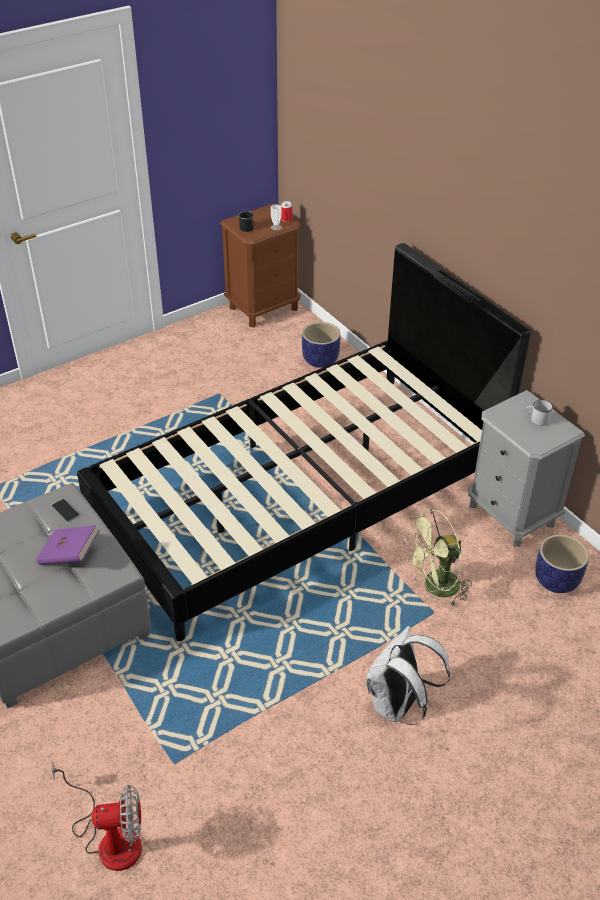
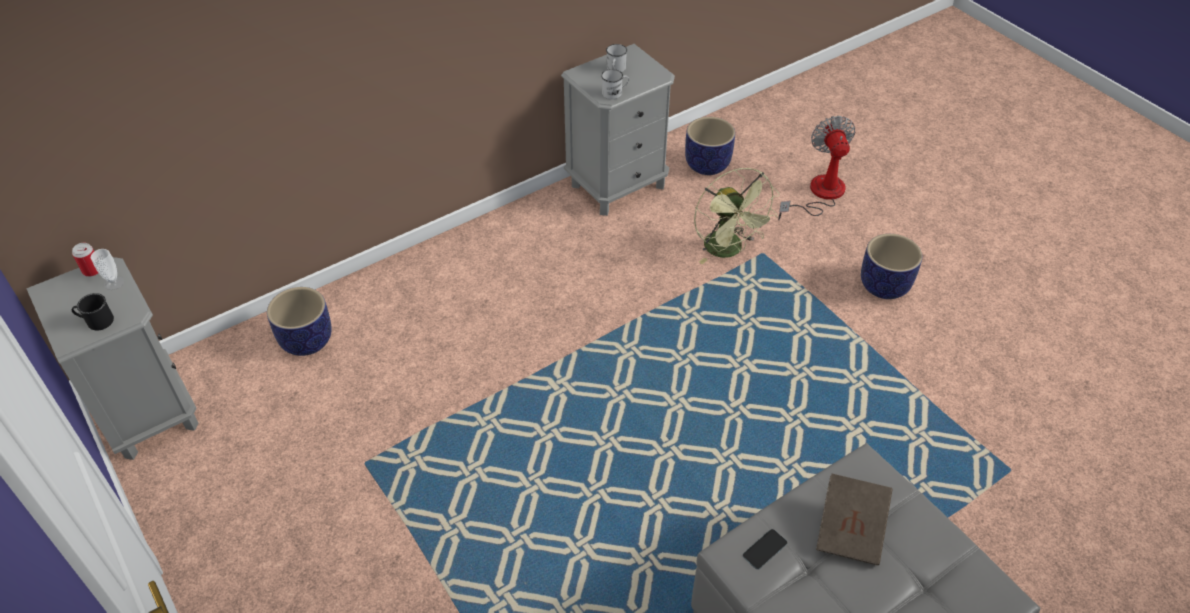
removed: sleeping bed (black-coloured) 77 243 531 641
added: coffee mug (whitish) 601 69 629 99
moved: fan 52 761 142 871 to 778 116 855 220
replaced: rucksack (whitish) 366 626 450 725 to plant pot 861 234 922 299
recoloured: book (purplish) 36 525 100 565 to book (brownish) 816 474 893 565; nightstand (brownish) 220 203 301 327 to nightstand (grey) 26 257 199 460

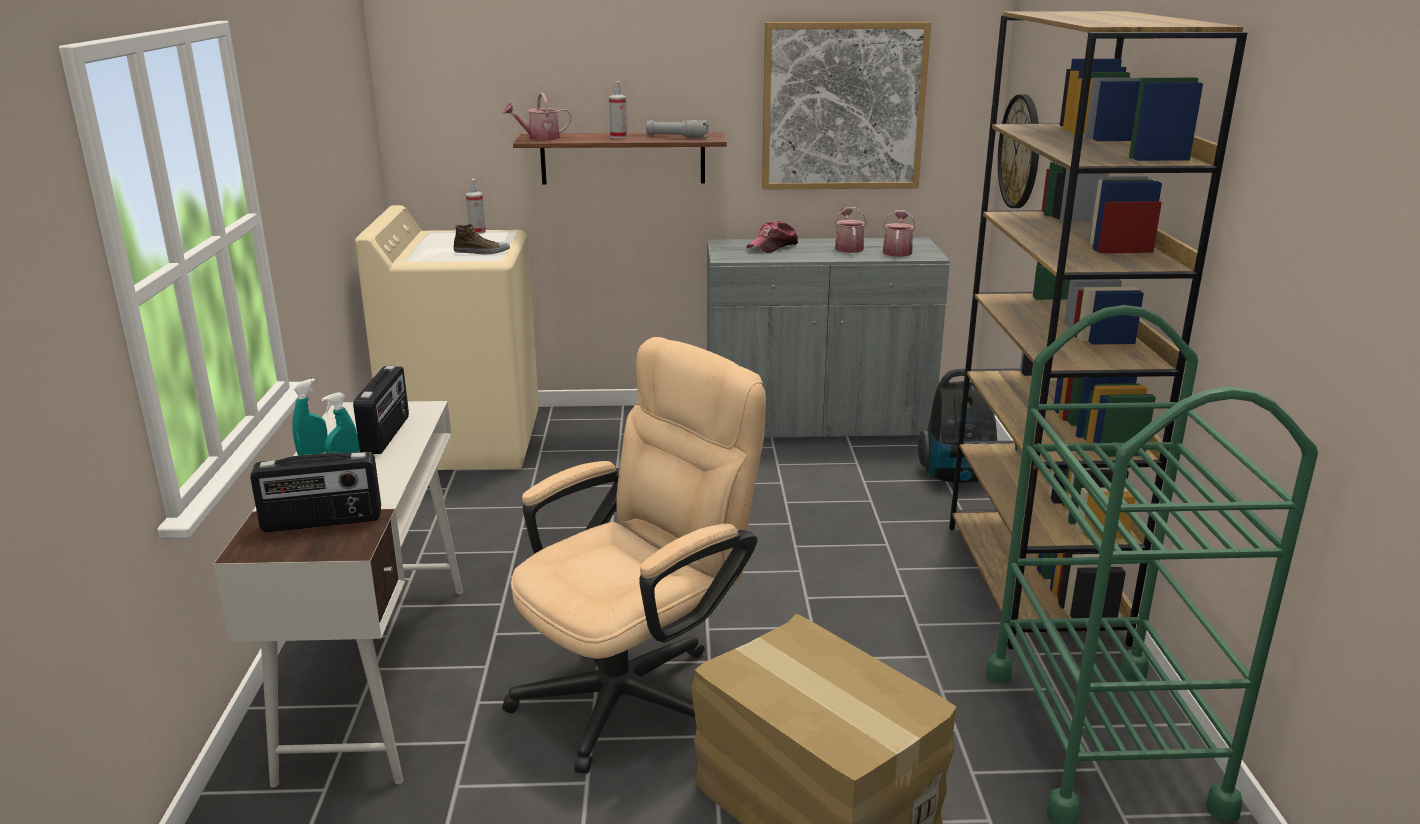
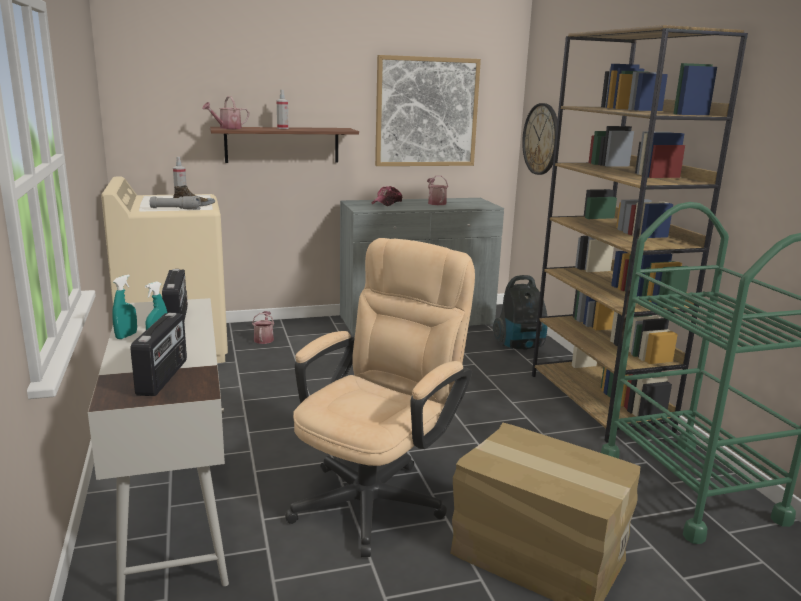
moved: torch (grey) 646 120 709 138 to 150 196 201 210; watering can 883 210 916 257 to 252 311 274 344
turned: radio receiver 250 452 381 532 = 131 313 187 396 60 degrees counterclockwise

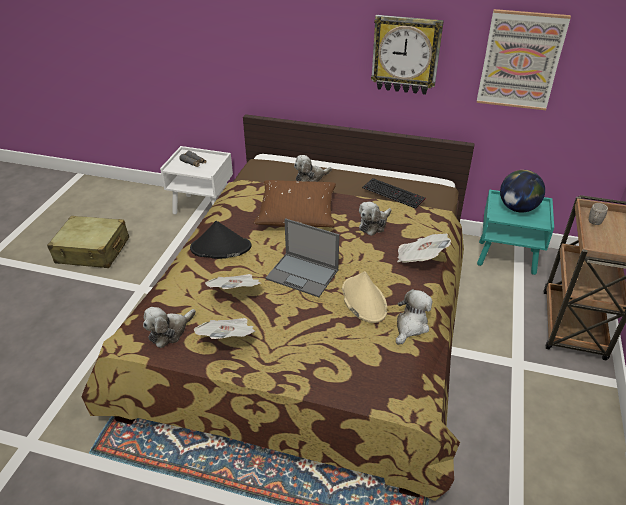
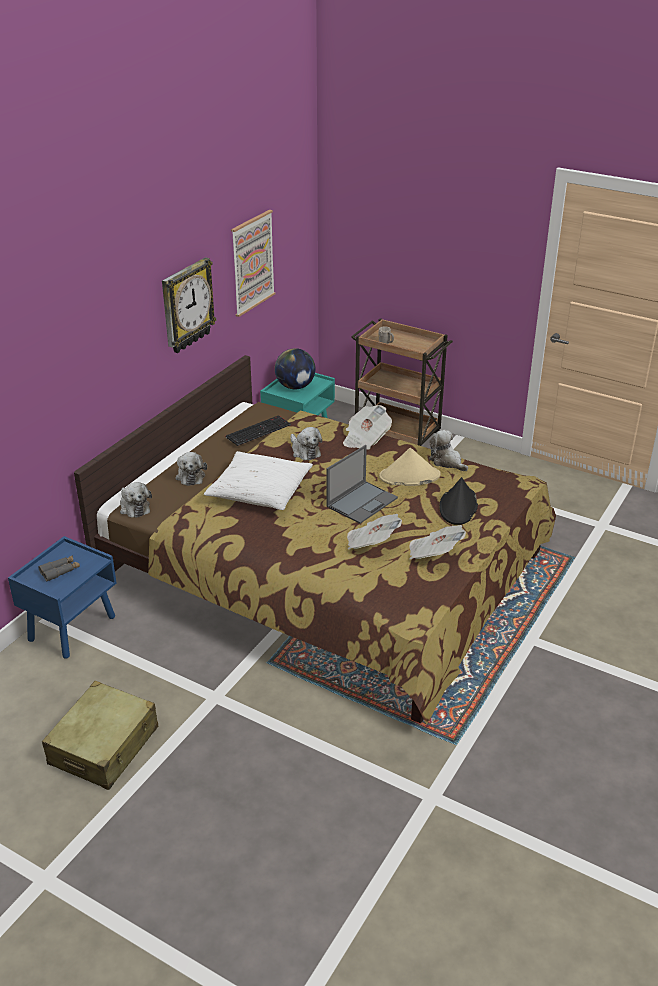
moved: plush toy 143 307 196 348 to 120 482 152 518; wearable hat (black-coloured) 190 221 251 259 to 440 477 478 525
recoloured: nightstand (whitish) 160 146 233 214 to nightstand (bluish) 8 536 117 659; cushion (brownish) 254 180 336 227 to cushion (whitish) 204 451 313 510

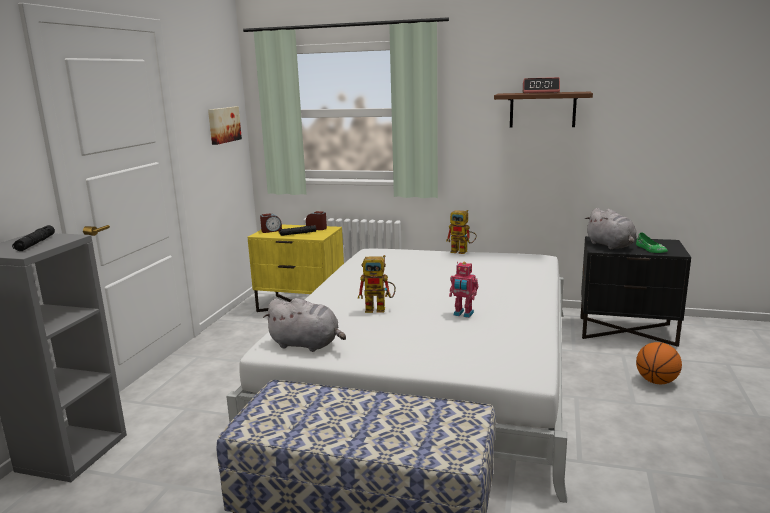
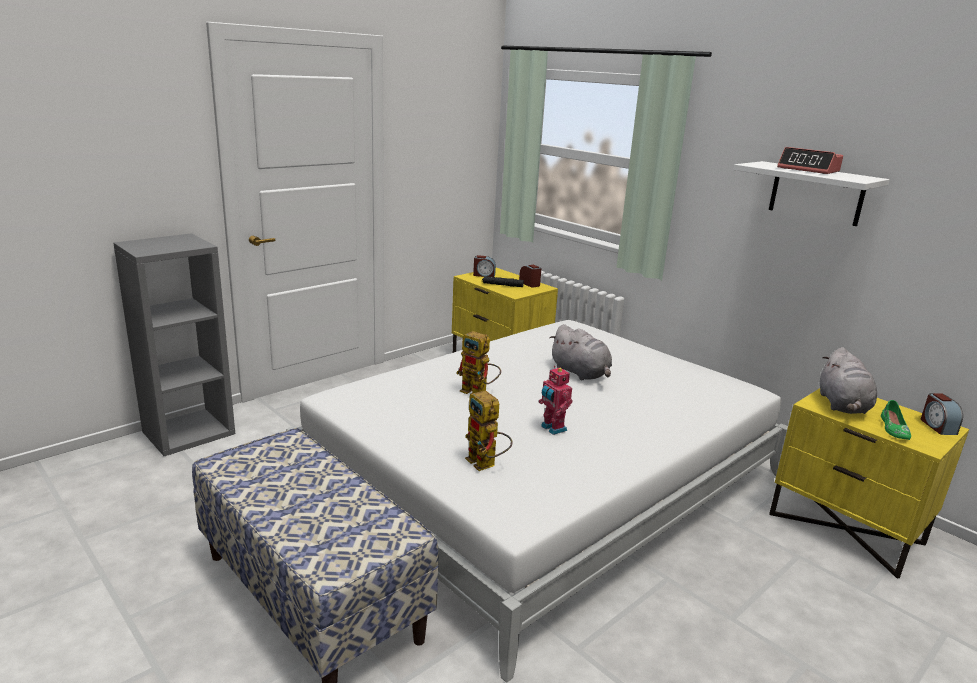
removed: torch (black-coloured) 12 225 55 251; picture 208 107 242 145; ball for basketball 636 342 682 384
added: bedside clock 921 393 963 435
moved: plush toy (grey) 263 298 346 352 to 549 324 612 380; robot figure 446 210 477 254 to 465 390 513 471
recoloured: bracket shelf (brownish) 494 92 593 128 to bracket shelf (whitish) 734 161 890 226; nightstand (black-coloured) 580 236 691 347 to nightstand (yellowish) 769 388 969 579

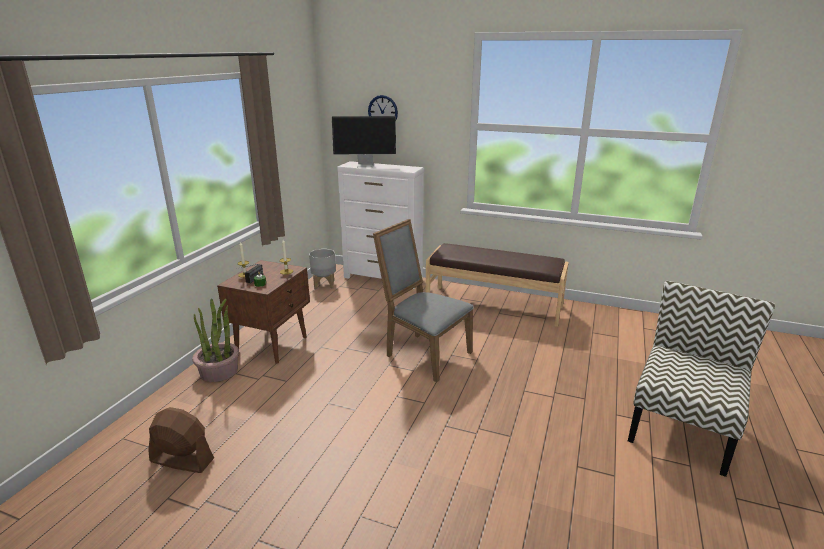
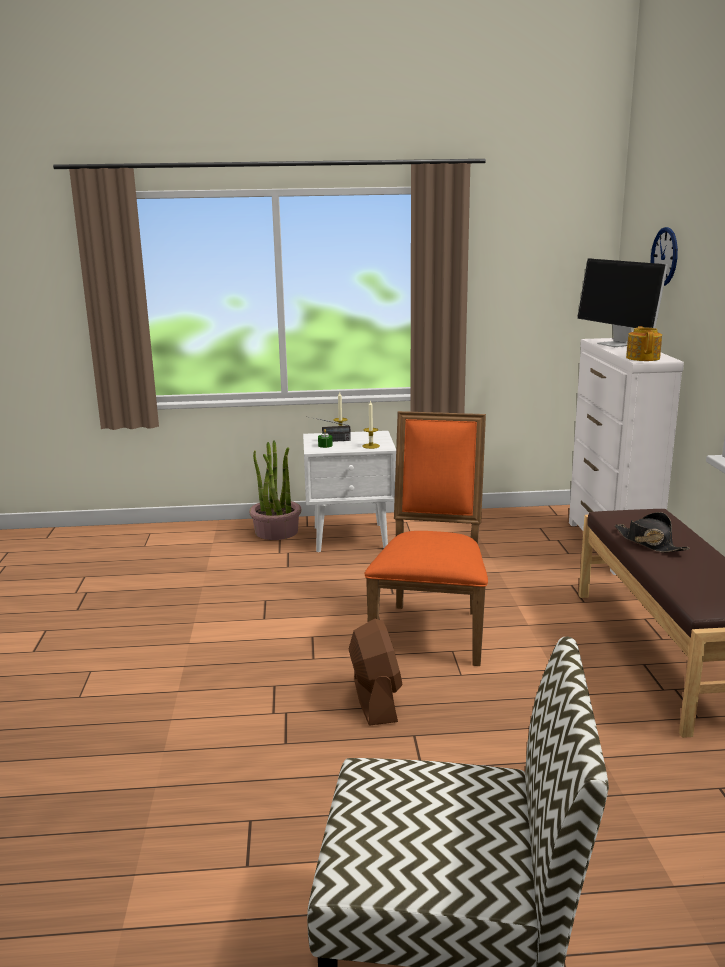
removed: plant pot (grey) 309 249 336 289
added: wearable hat (black-coloured) 615 512 690 552; pot for tea 626 326 662 361
moved: fan (brownish) 148 407 214 473 to 349 619 403 726
recoloured: nightstand (brownish) 217 260 310 364 to nightstand (whitish) 303 431 396 552; chair (grey) 373 219 474 382 to chair (orange-coloured) 364 411 488 666

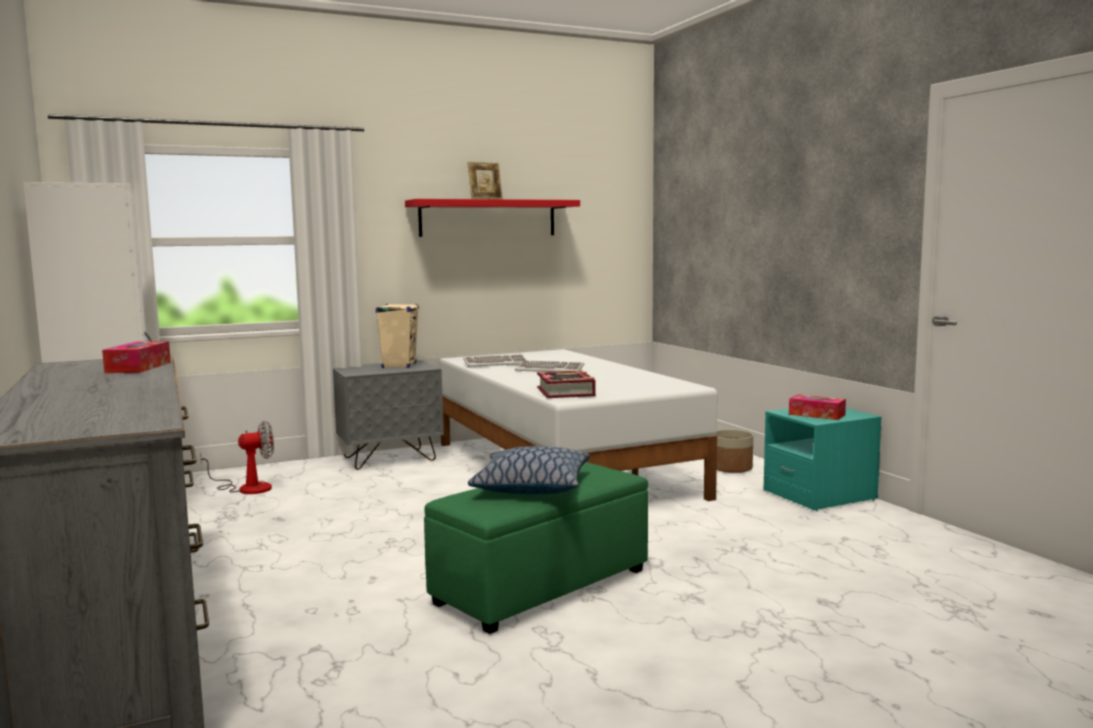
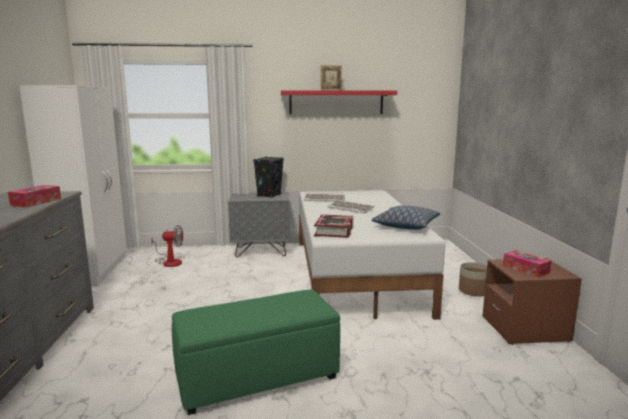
moved: cushion 468 446 590 494 to 372 205 440 230
recoloured: loudspeaker (beige-coloured) 376 304 419 368 to loudspeaker (black-coloured) 253 156 284 198; nightstand (turquoise) 764 408 882 511 to nightstand (brownish) 482 258 582 345

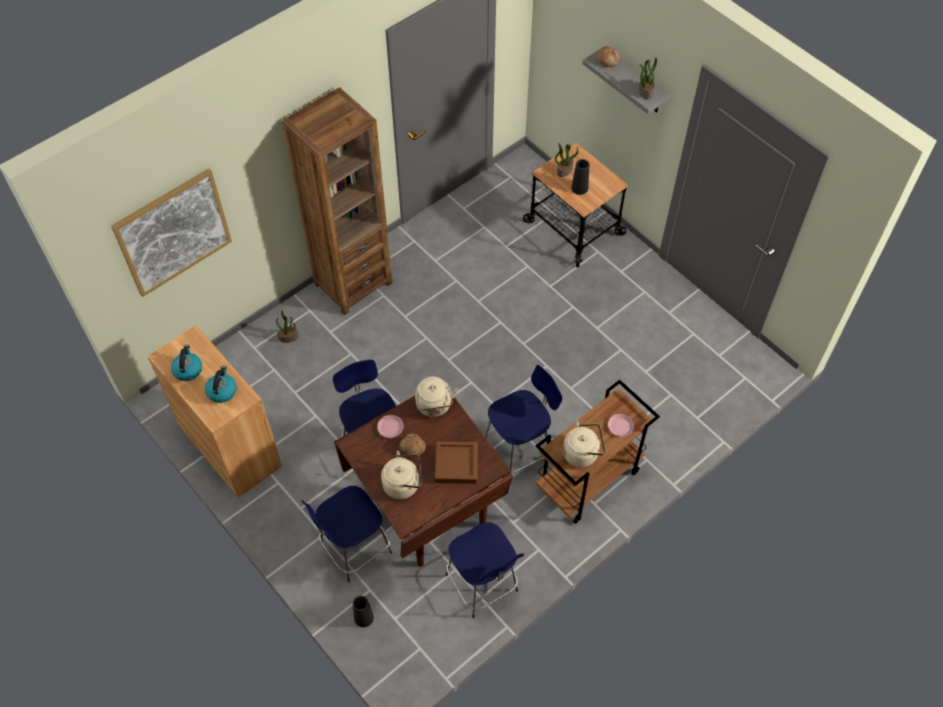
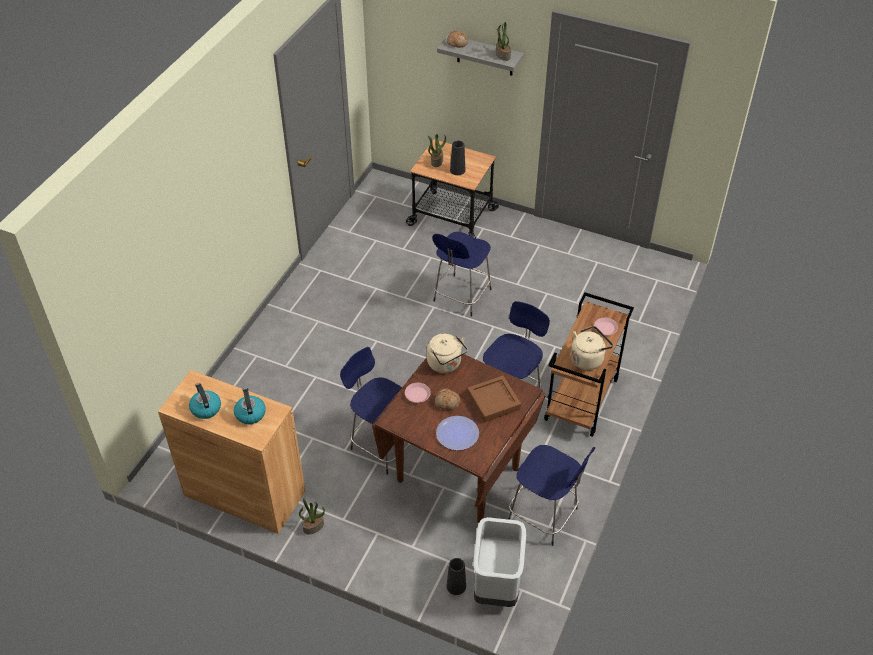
removed: picture 111 168 232 297; shelving unit (brownish) 282 87 393 315
added: trash can (grey) 473 517 526 607
moved: potted plant 276 310 299 343 to 299 498 325 534; stool (bluish) 301 486 392 582 to 432 232 492 317
replaced: kettle (beige-coloured) 381 451 422 499 to flat dish 436 416 479 450

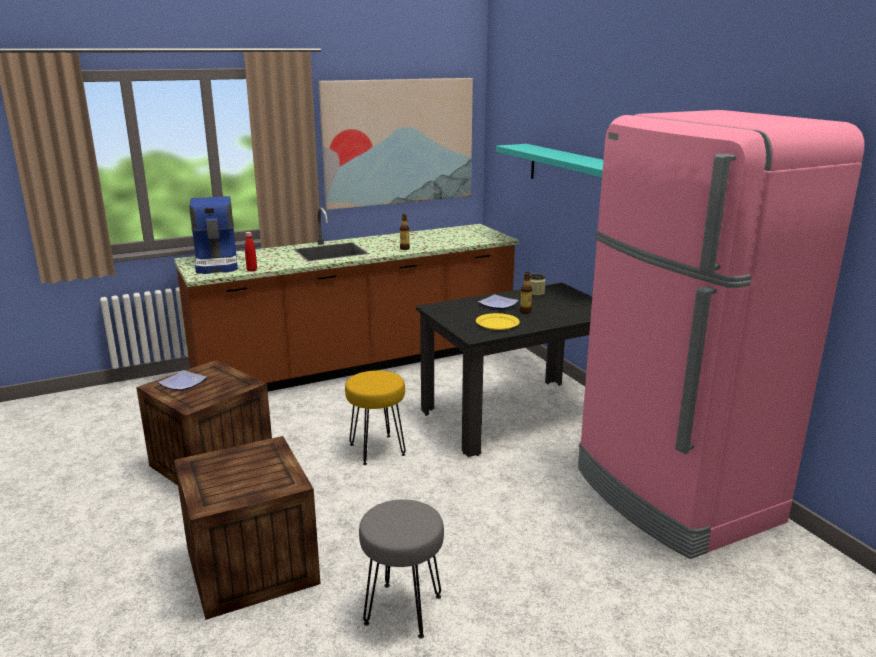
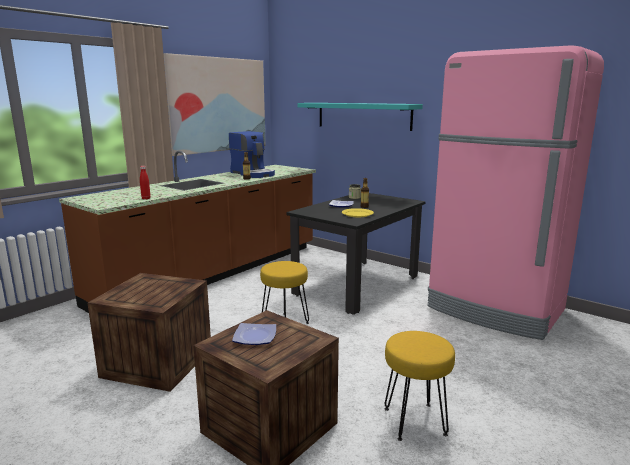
moved: flat dish 158 370 207 391 to 232 323 276 345; coffee machine 189 196 238 274 to 229 131 275 178
recoloured: stool (grey) 359 499 444 639 to stool (yellowish) 384 331 455 441

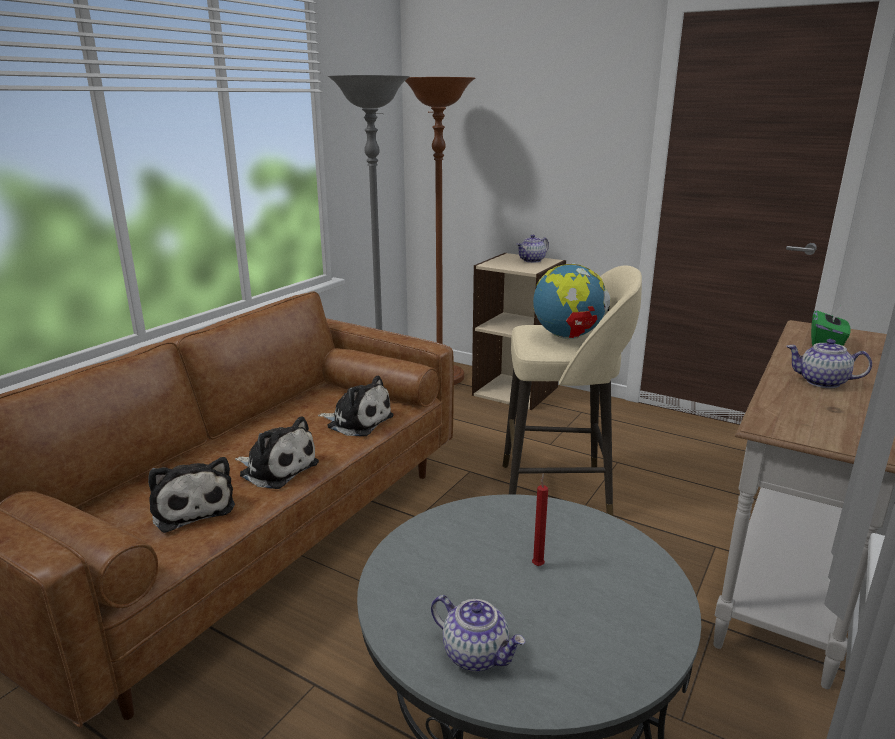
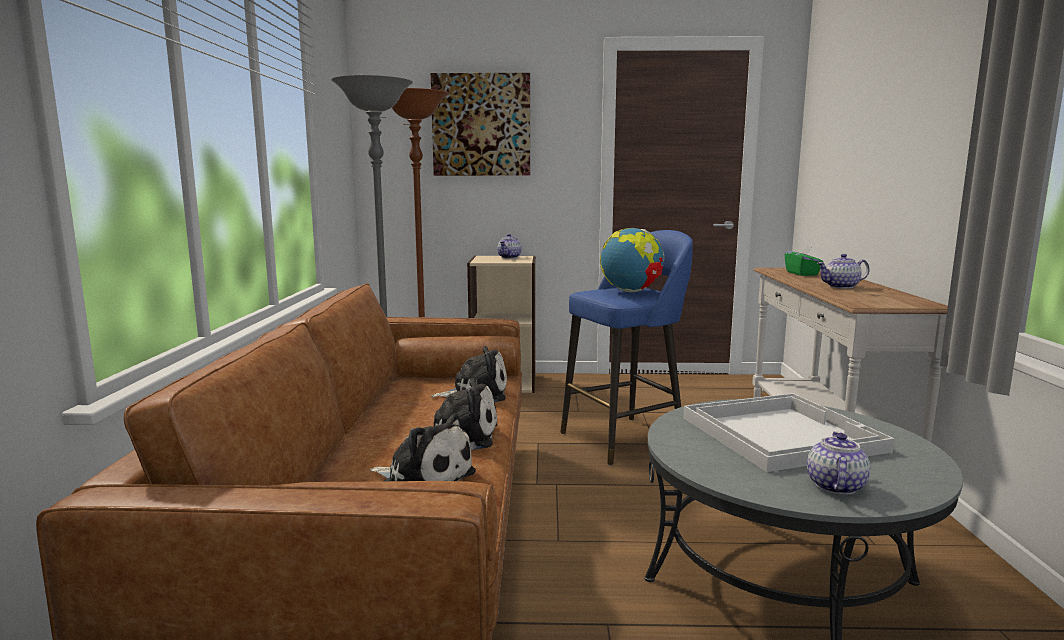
added: picture 431 73 530 176
replaced: wax light (reddish) 532 473 548 566 to carrying tray (whitish) 683 393 895 472
recoloured: stool (beige-coloured) 503 266 642 516 to stool (bluish) 560 230 693 465
turned: pot for tea 431 595 525 671 = 807 431 870 495 75 degrees counterclockwise

